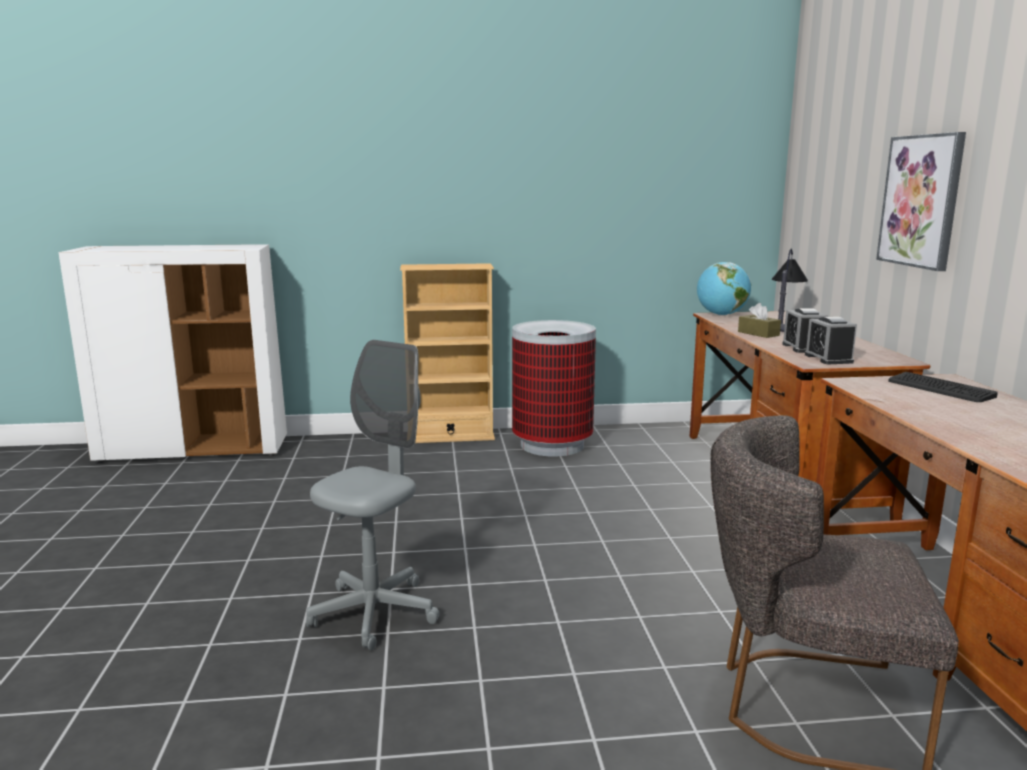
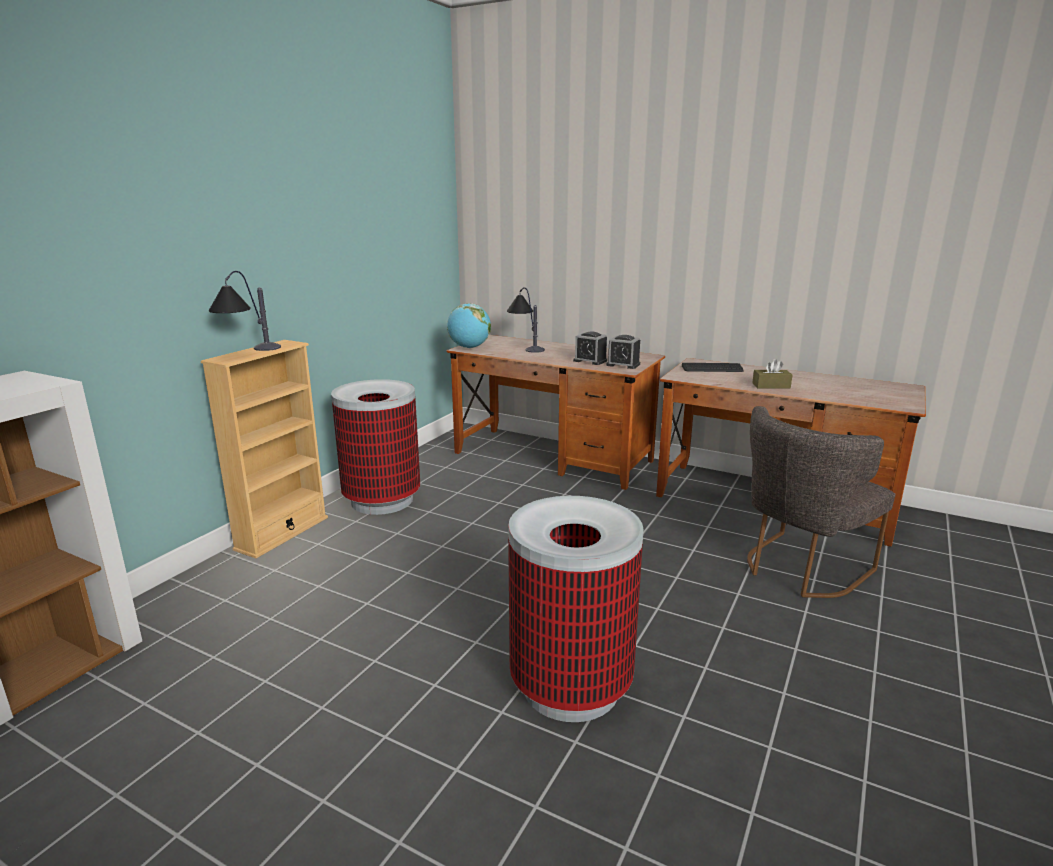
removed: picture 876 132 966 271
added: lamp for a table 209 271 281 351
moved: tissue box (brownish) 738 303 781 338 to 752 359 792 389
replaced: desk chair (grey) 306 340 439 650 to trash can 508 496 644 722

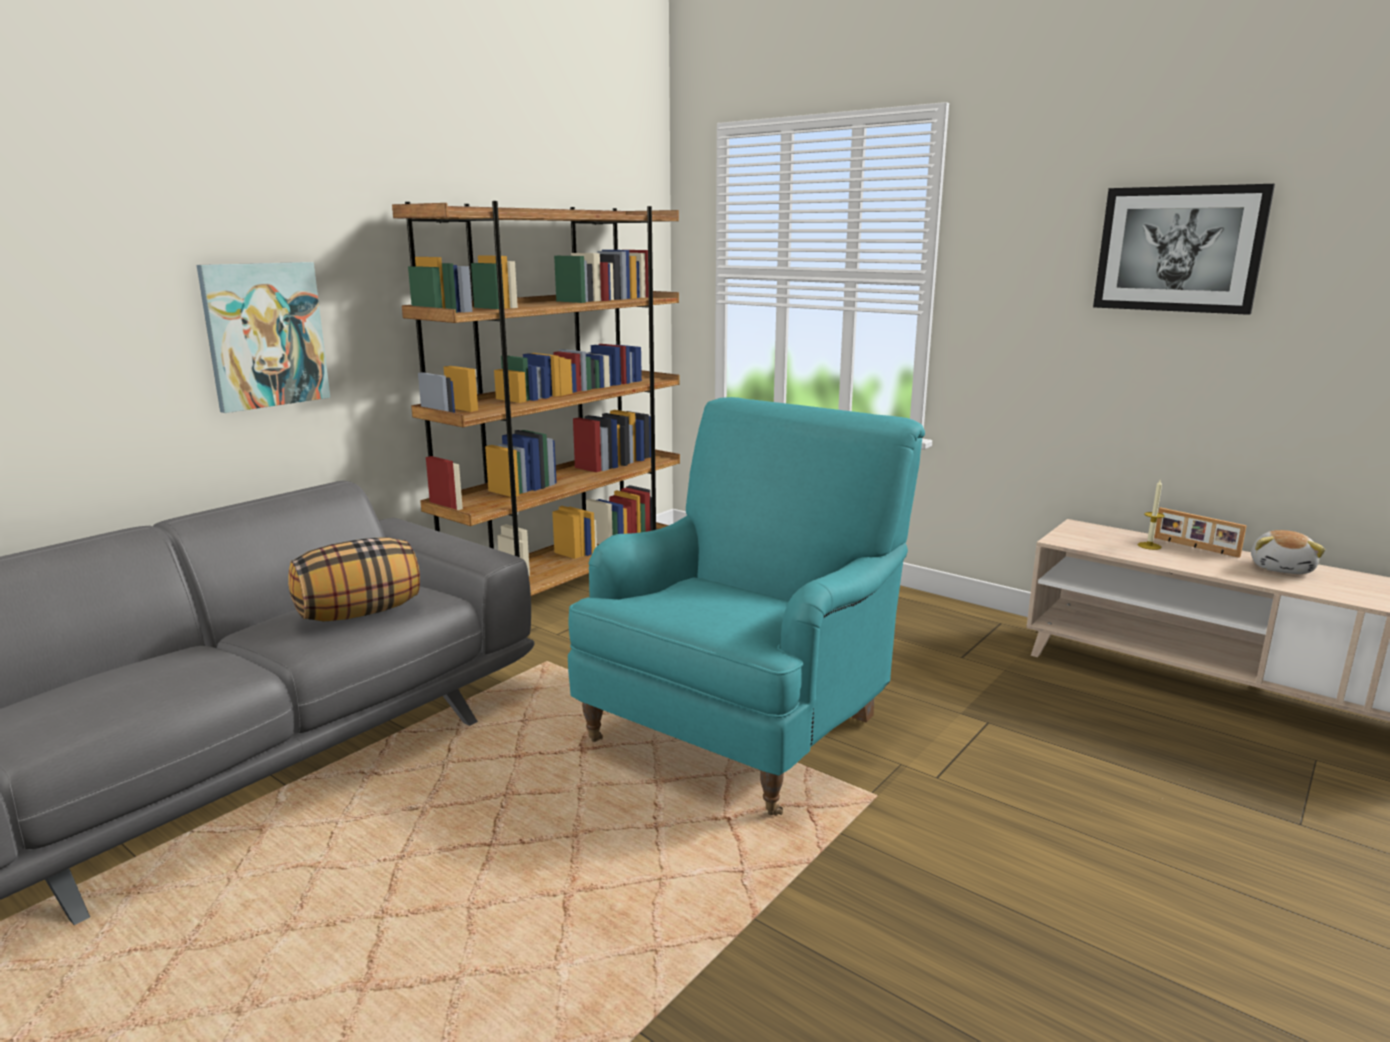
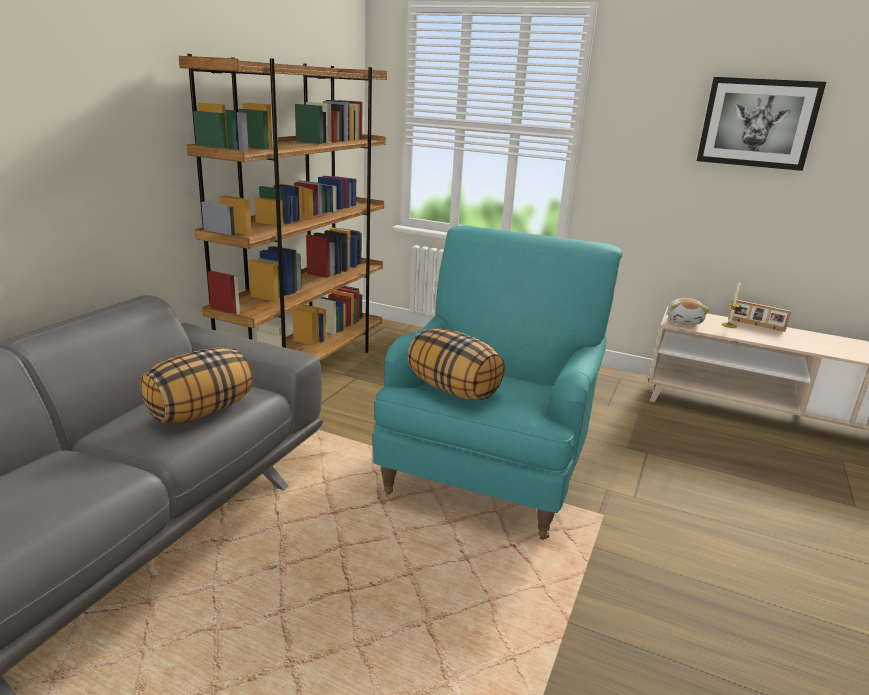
removed: picture 197 262 330 413
added: cushion 407 328 505 400
moved: plush toy 1251 530 1325 574 to 667 298 709 325

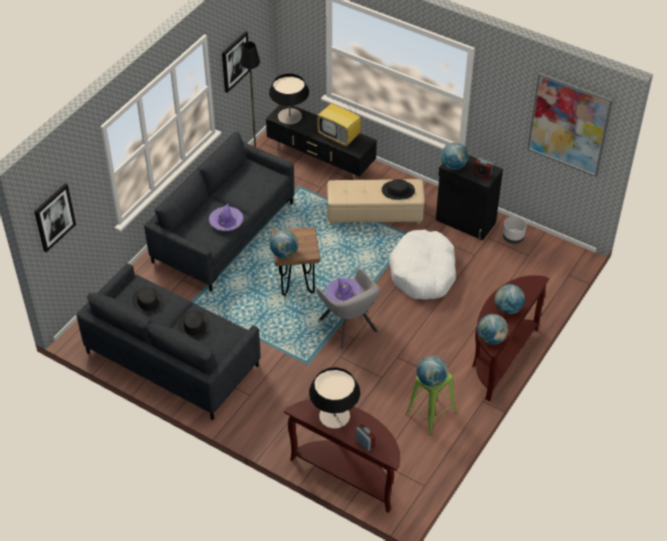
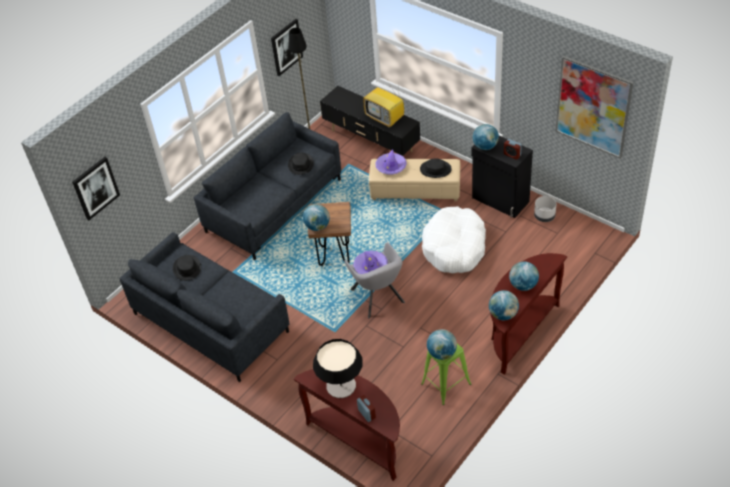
removed: lamp for a table 269 74 309 125
moved: wearable hat (black-coloured) 179 311 210 340 to 288 153 314 175; wearable hat (purplish) 209 203 244 231 to 375 149 407 175

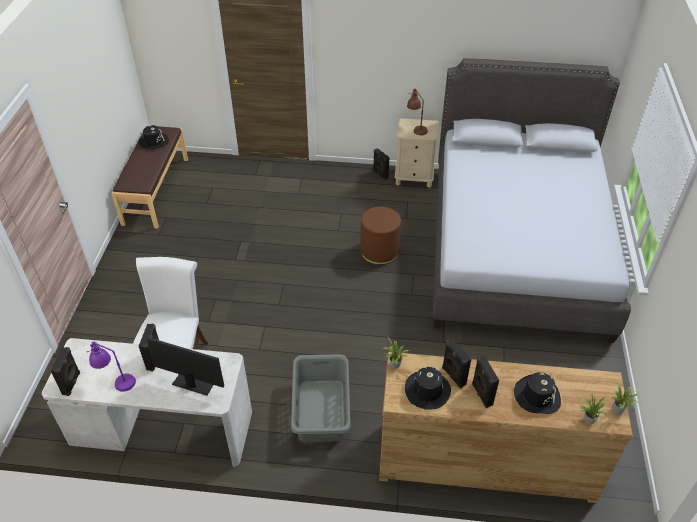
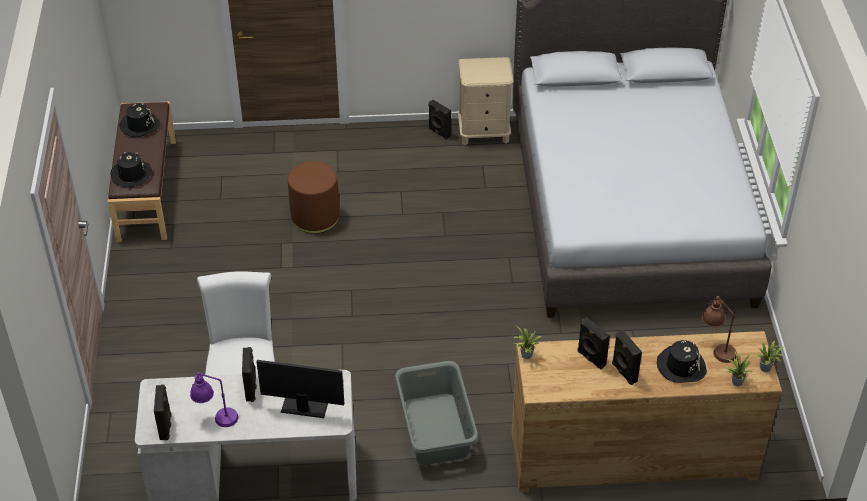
moved: pouffe (brownish) 360 207 401 265 to 288 161 340 234; wearable hat (black-coloured) 405 366 451 409 to 110 152 152 188; lamp for a table (brownish) 407 88 428 135 to 702 296 737 363

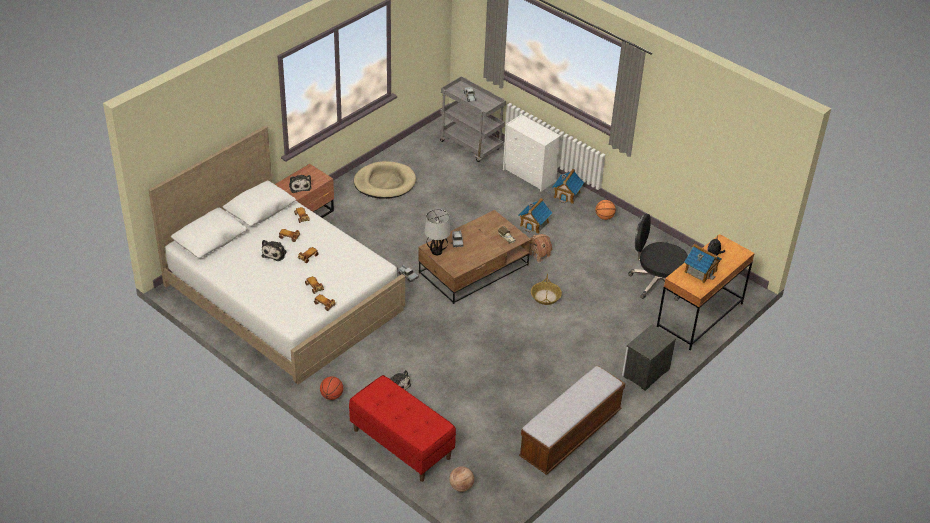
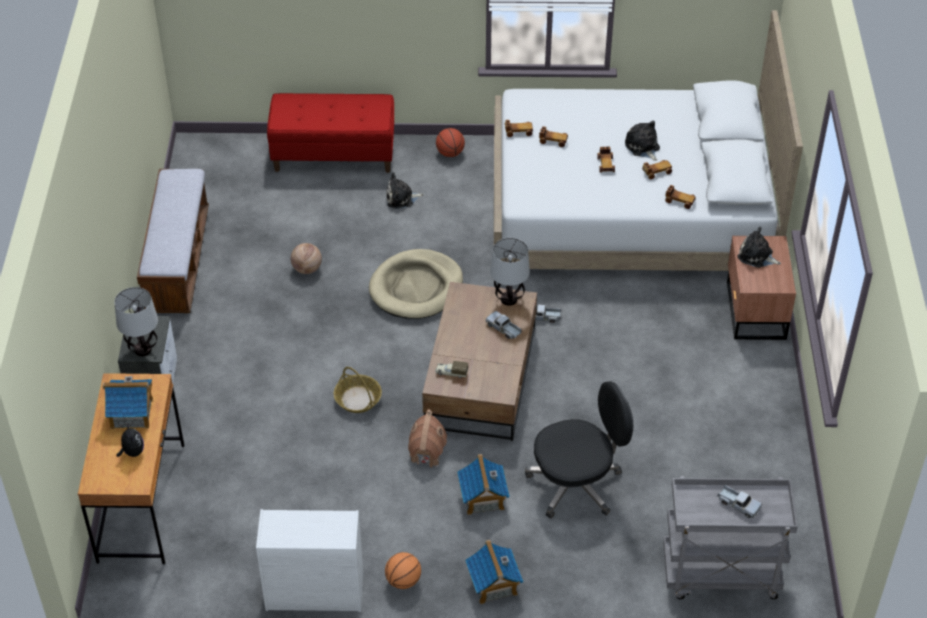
added: lamp for a table 114 287 158 356
moved: pet bed (beige-coloured) 354 161 416 199 to 369 249 463 319; ball for basketball 449 466 474 492 to 291 243 322 274; drawer chest (whitish) 503 114 561 192 to 256 509 363 612; desk chair (black-coloured) 628 214 688 301 to 525 381 633 519

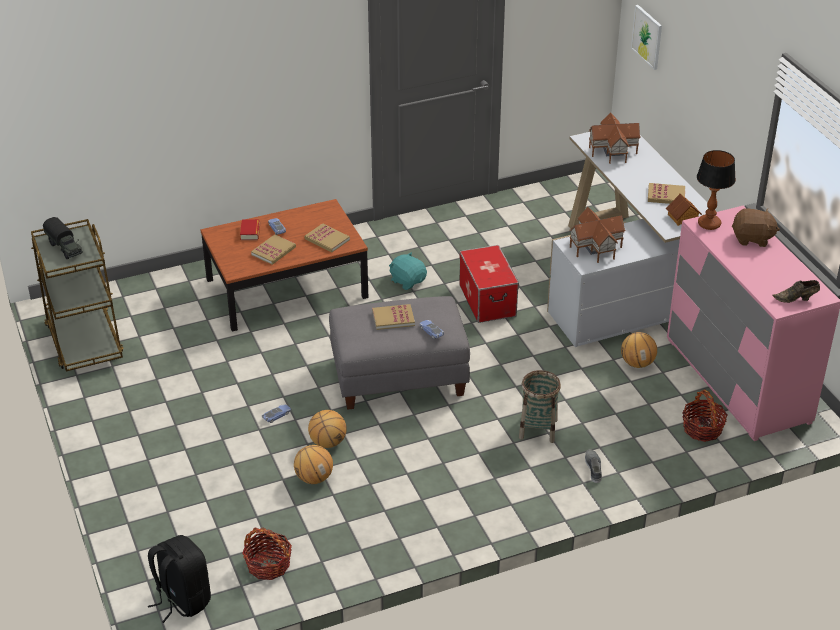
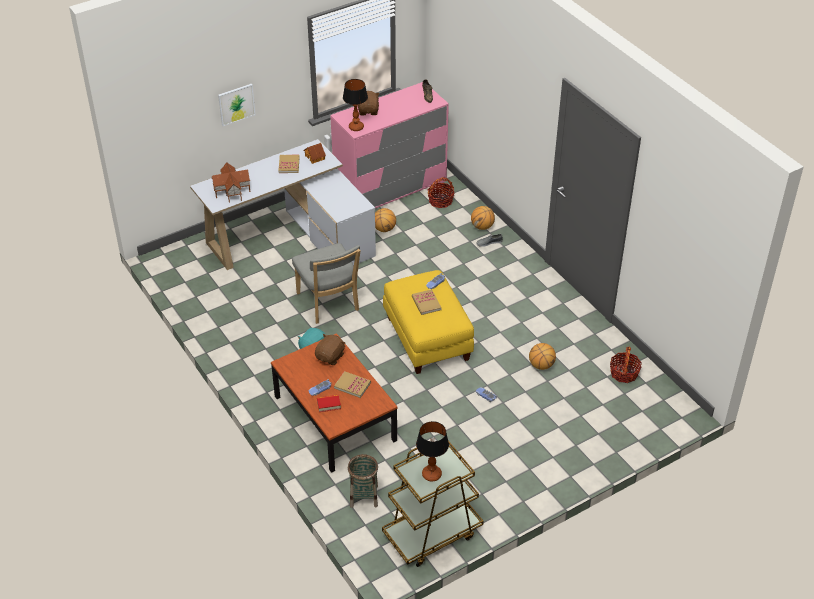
removed: rucksack (black-coloured) 148 535 211 623; toy house 569 207 626 263
moved: ball for basketball 308 410 347 448 to 471 206 495 230; household basket 519 370 561 443 to 348 454 378 508; picture 631 5 662 70 to 218 84 256 126
replaced: model truck 43 217 83 259 to lamp for a table 416 421 449 481; book 305 224 350 252 to plush toy (brownish) 315 334 345 365; storage bin 459 245 519 323 to chair (grey) 292 243 361 324
recoloured: pouffe (grey) 329 296 470 410 to pouffe (yellowish) 383 270 474 374

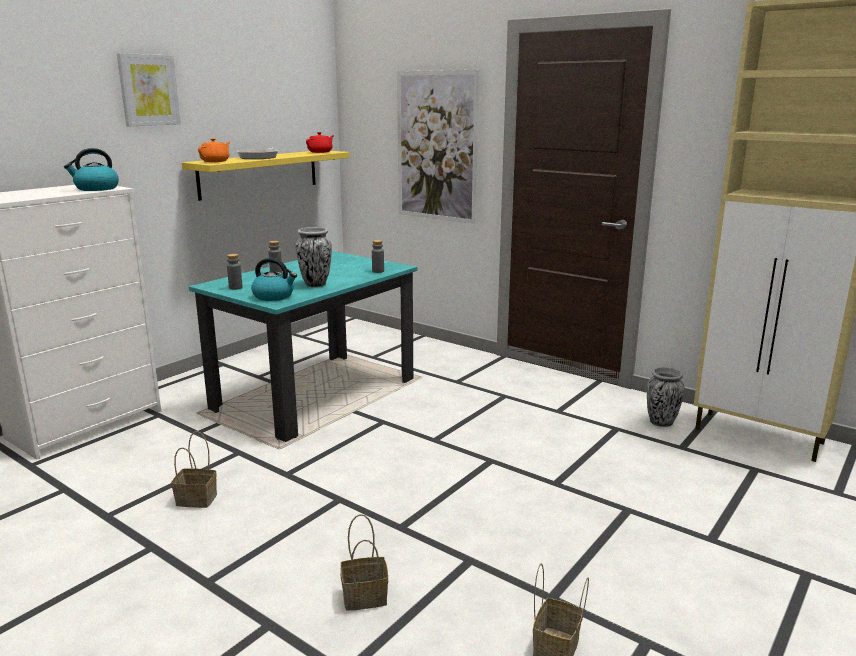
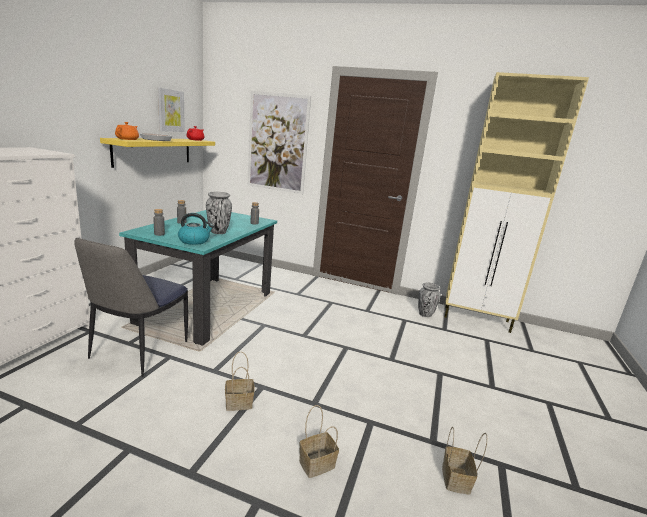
removed: kettle 64 148 119 191
added: chair 74 238 188 377
moved: picture 117 53 181 127 to 158 88 185 132; household basket 171 431 217 508 to 225 352 254 411

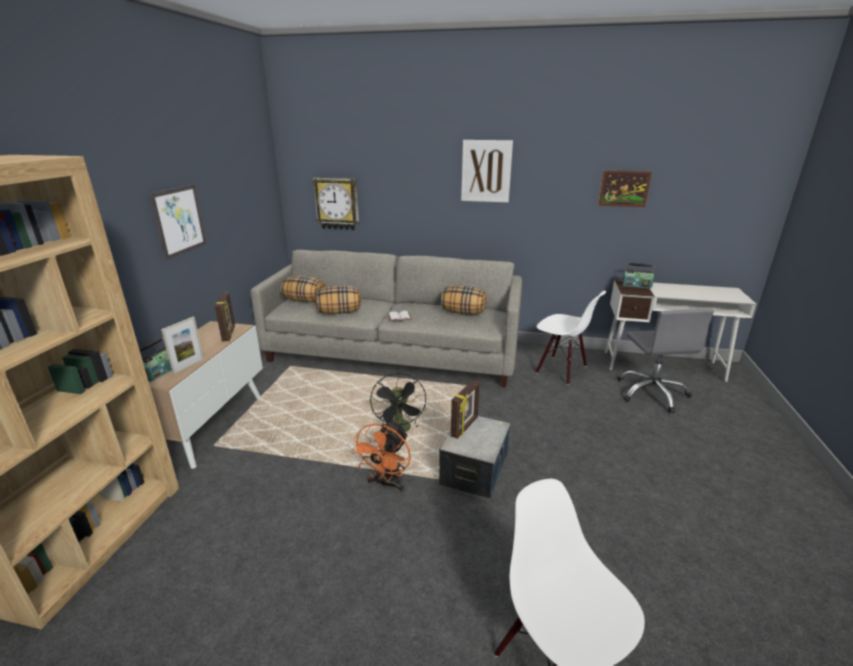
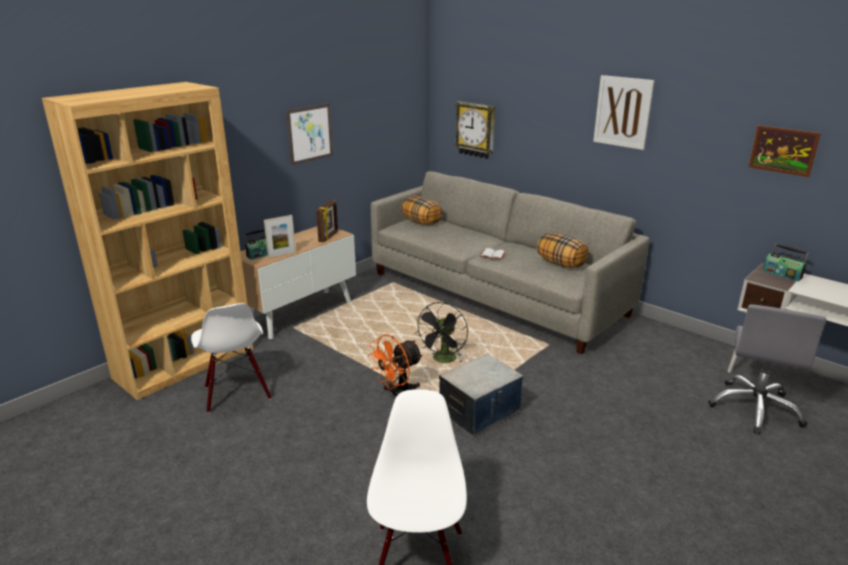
removed: cushion 316 286 361 314; photo frame 451 380 480 439
moved: chair (whitish) 535 291 606 385 to 191 303 272 413

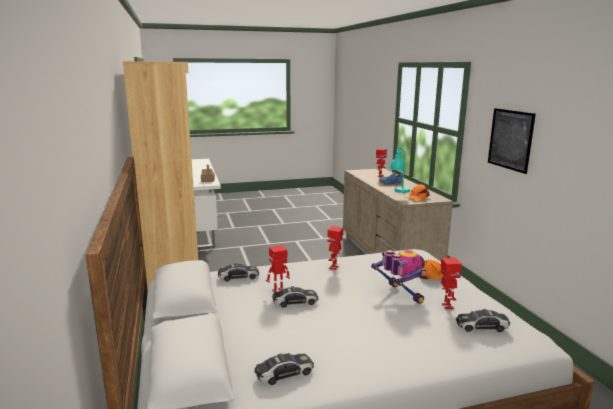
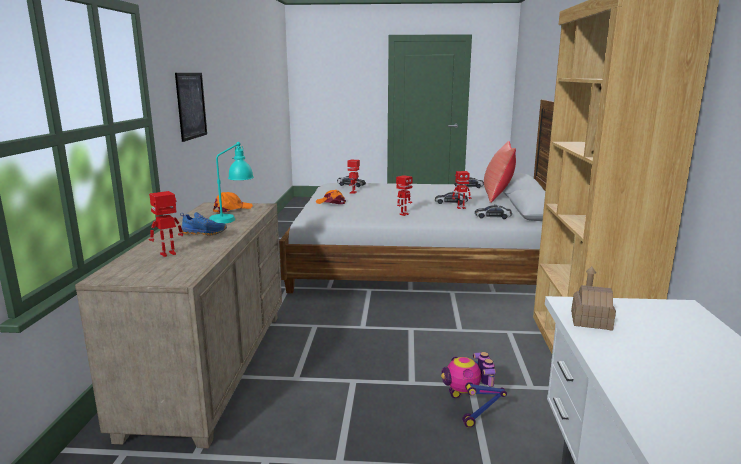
added: cushion (reddish) 484 141 516 203
moved: robot figure 371 250 426 304 to 441 352 507 428

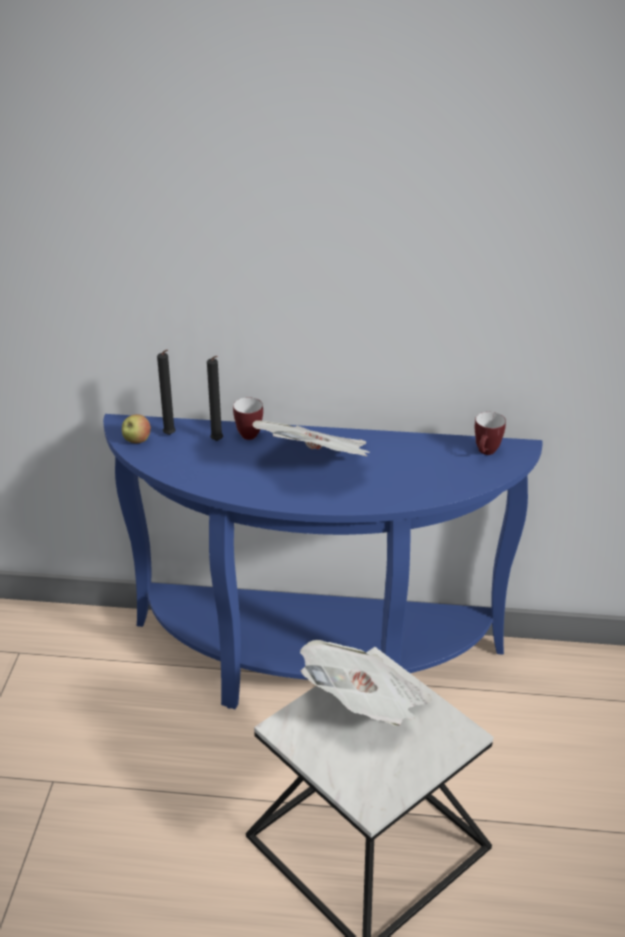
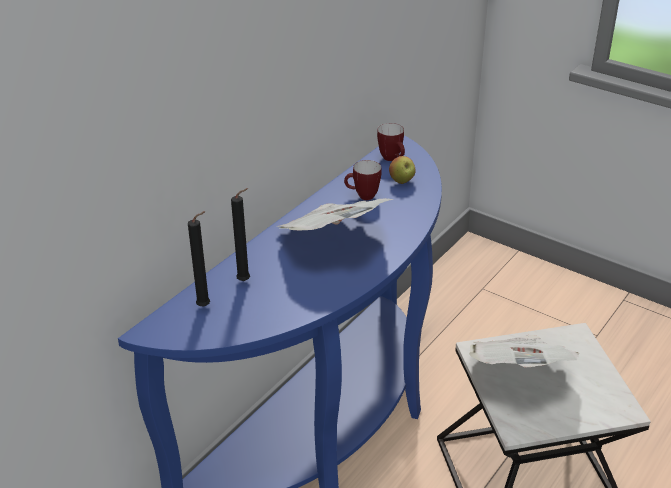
moved: apple 122 414 151 443 to 389 156 416 184; coffee mug 233 397 263 440 to 344 160 381 200

